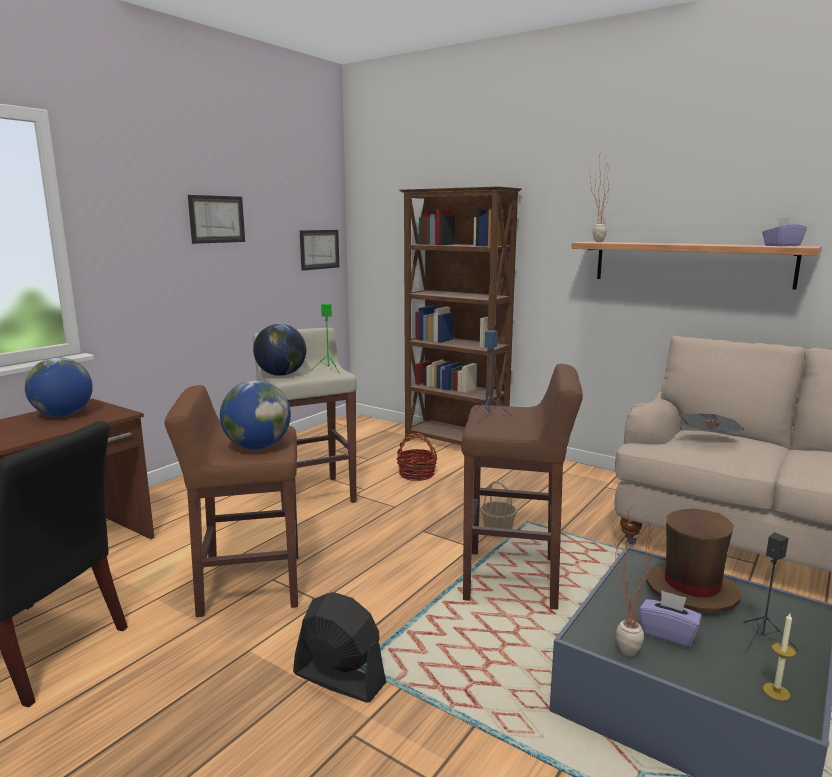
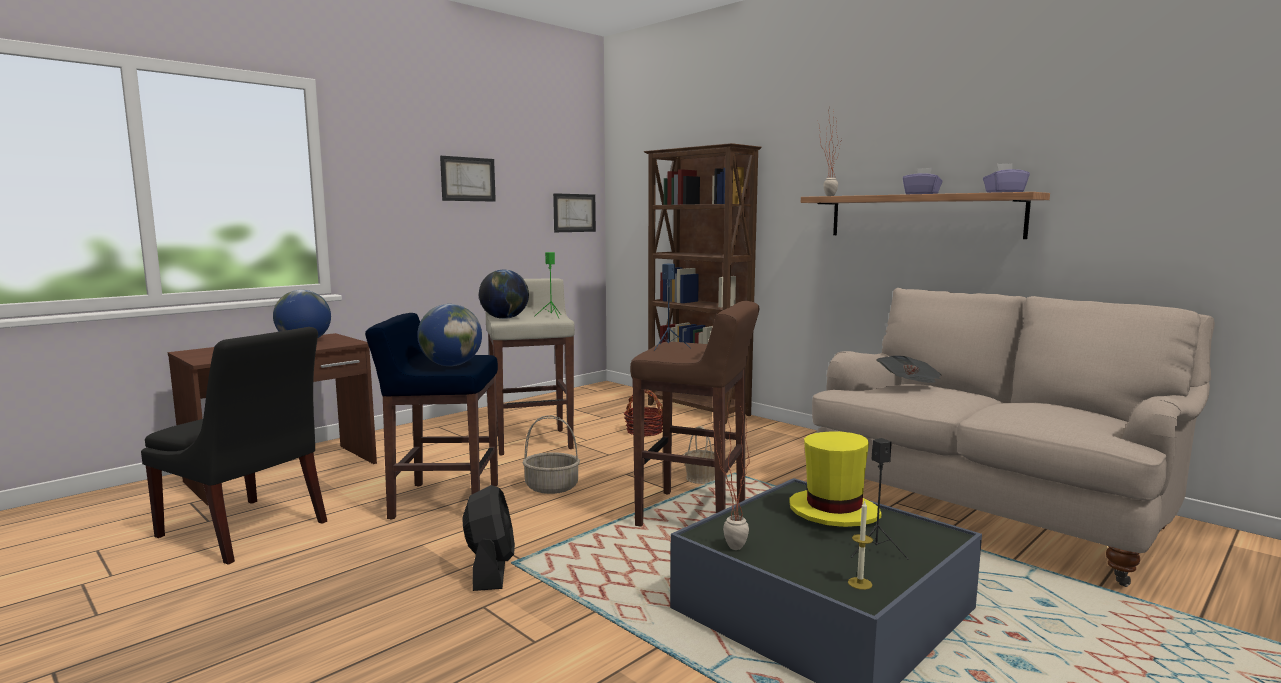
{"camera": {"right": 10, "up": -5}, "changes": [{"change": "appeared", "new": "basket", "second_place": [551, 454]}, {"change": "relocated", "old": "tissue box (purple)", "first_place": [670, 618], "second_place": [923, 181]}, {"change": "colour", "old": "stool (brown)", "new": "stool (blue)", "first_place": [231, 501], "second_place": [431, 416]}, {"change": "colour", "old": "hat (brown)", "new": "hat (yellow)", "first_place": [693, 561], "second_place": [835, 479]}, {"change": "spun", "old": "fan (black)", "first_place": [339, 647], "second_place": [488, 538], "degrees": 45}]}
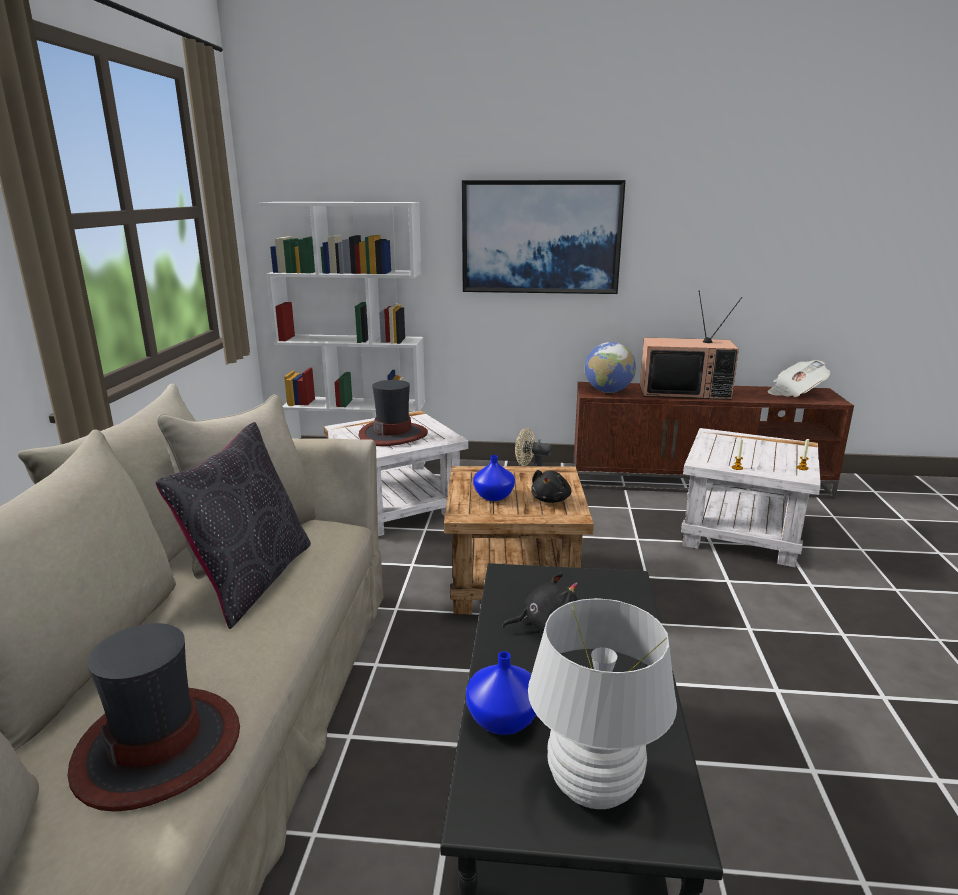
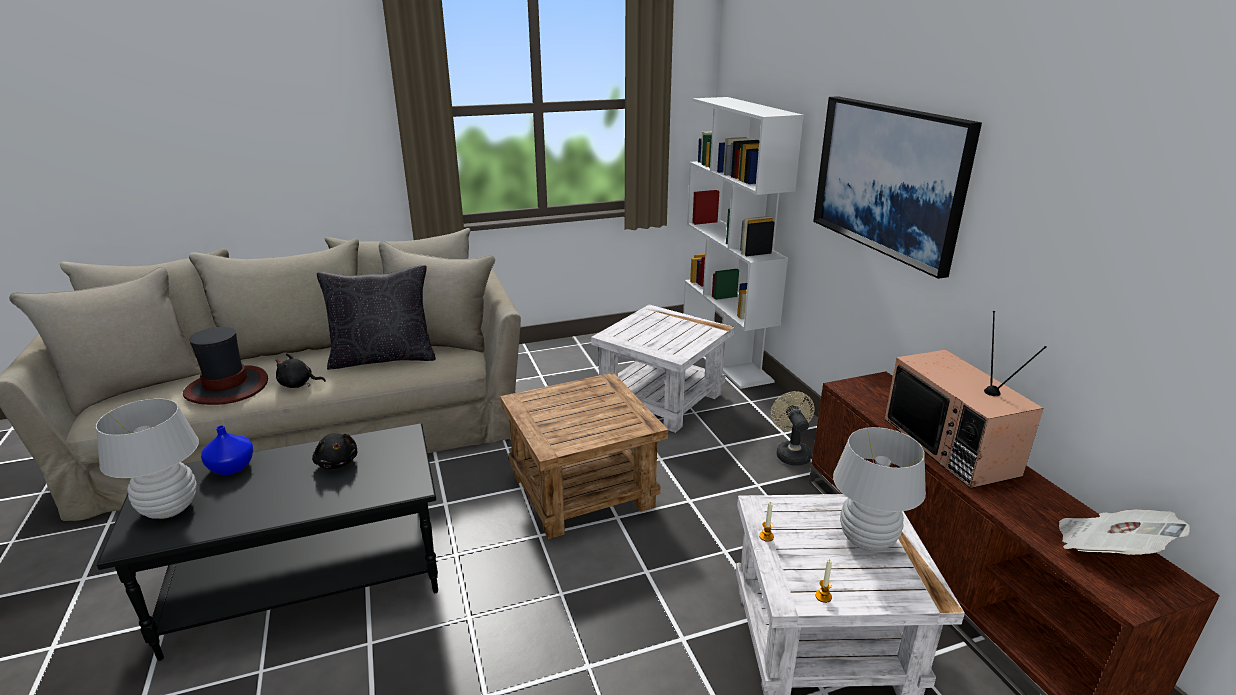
{"camera": {"right": 65, "up": 5}, "changes": [{"change": "missing", "old": "hat", "first_place": [393, 413]}, {"change": "missing", "old": "vase (blue)", "first_place": [494, 478]}, {"change": "missing", "old": "globe", "first_place": [610, 367]}, {"change": "appeared", "new": "table lamp (white)", "second_place": [879, 489]}, {"change": "relocated", "old": "plush toy (black)", "first_place": [551, 486], "second_place": [300, 370]}]}
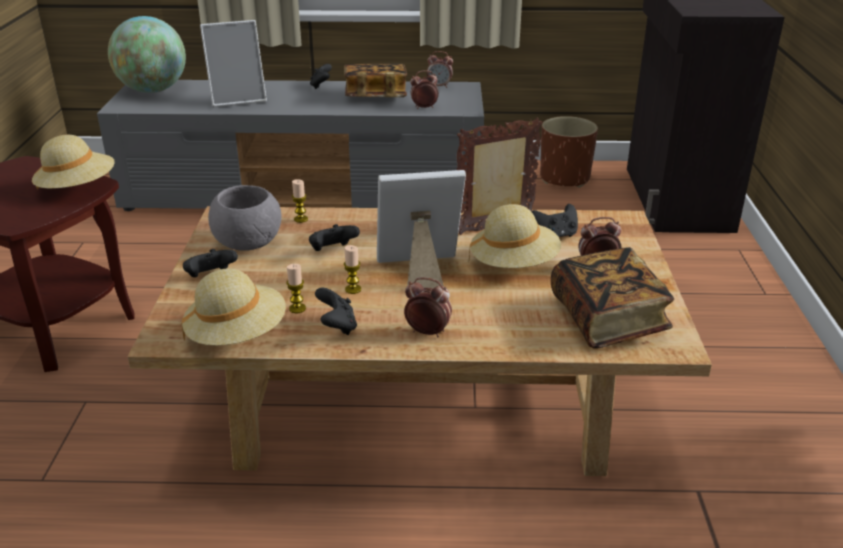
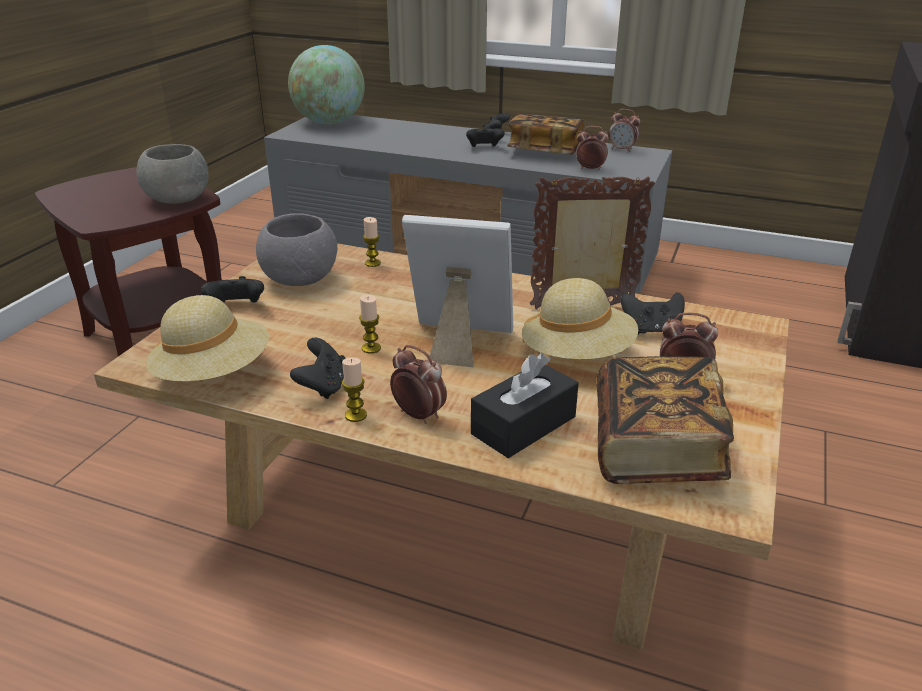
{"camera": {"right": 20, "up": 0}, "changes": [{"change": "missing", "old": "picture frame", "first_place": [233, 63]}, {"change": "missing", "old": "planter (brown)", "first_place": [569, 152]}, {"change": "appeared", "new": "tissue box (black)", "second_place": [525, 405]}, {"change": "relocated", "old": "candle", "first_place": [296, 288], "second_place": [354, 389]}, {"change": "relocated", "old": "game controller (black)", "first_place": [334, 237], "second_place": [485, 137]}, {"change": "exchanged", "old": "hat (beige)", "new": "bowl (grey)", "first_place": [73, 162], "second_place": [172, 174]}]}
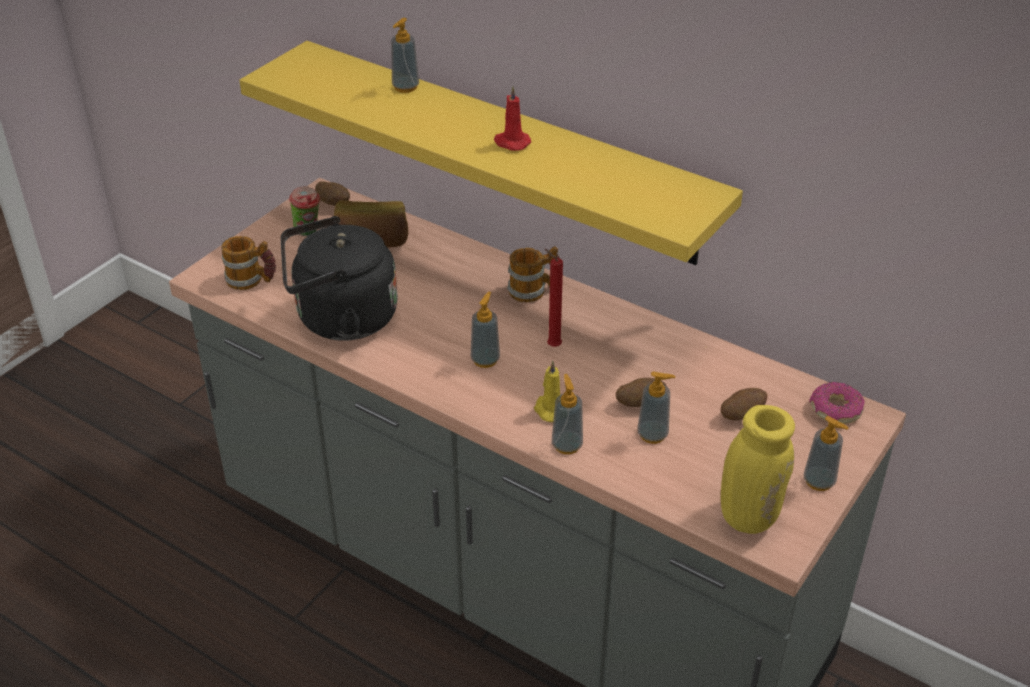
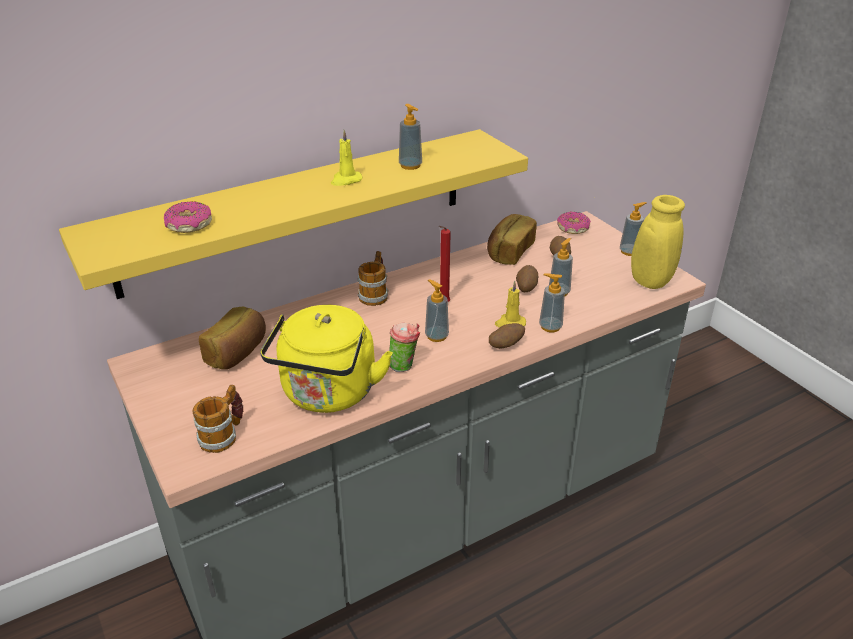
{"camera": {"right": -65, "up": -5}, "changes": [{"change": "appeared", "new": "donut", "second_place": [188, 217]}, {"change": "appeared", "new": "bread", "second_place": [512, 239]}, {"change": "relocated", "old": "cup", "first_place": [304, 211], "second_place": [404, 347]}, {"change": "relocated", "old": "potato", "first_place": [332, 193], "second_place": [507, 336]}, {"change": "relocated", "old": "soap dispenser", "first_place": [405, 55], "second_place": [410, 137]}, {"change": "colour", "old": "kettle (black)", "new": "kettle (yellow)", "first_place": [339, 278], "second_place": [326, 359]}, {"change": "colour", "old": "candle (red)", "new": "candle (yellow)", "first_place": [512, 118], "second_place": [346, 158]}]}
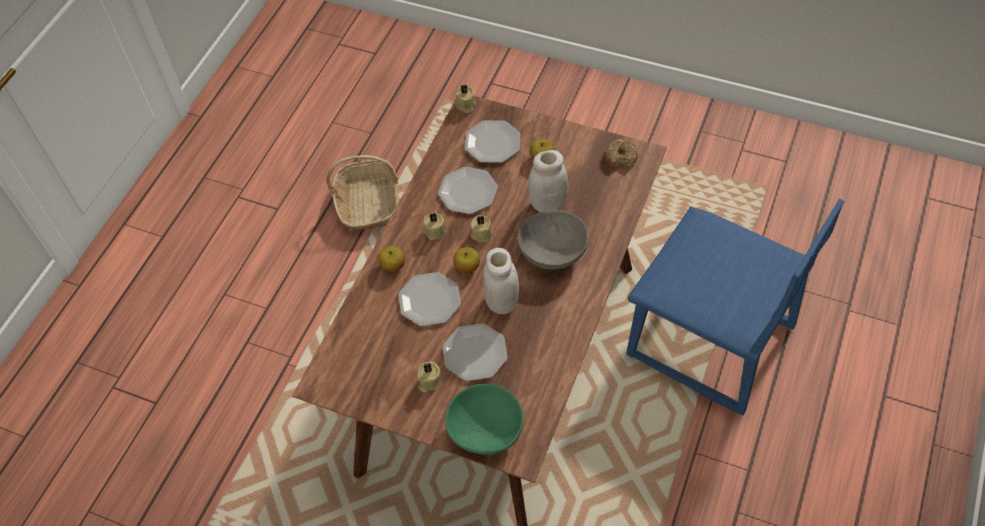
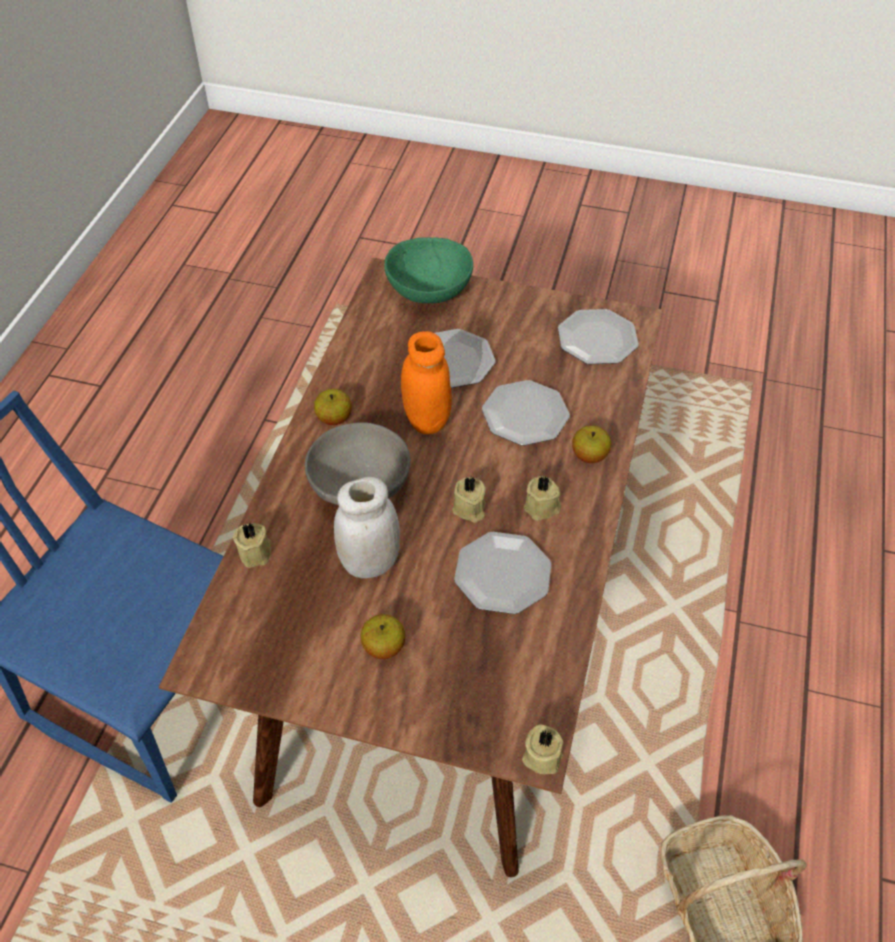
{"camera": {"right": 170, "up": -5}, "changes": [{"change": "missing", "old": "donut", "first_place": [621, 153]}, {"change": "relocated", "old": "candle (beige)", "first_place": [429, 377], "second_place": [252, 545]}, {"change": "relocated", "old": "apple", "first_place": [466, 260], "second_place": [333, 407]}, {"change": "relocated", "old": "plate", "first_place": [493, 141], "second_place": [598, 336]}, {"change": "colour", "old": "jar (white)", "new": "jar (orange)", "first_place": [501, 281], "second_place": [426, 383]}]}
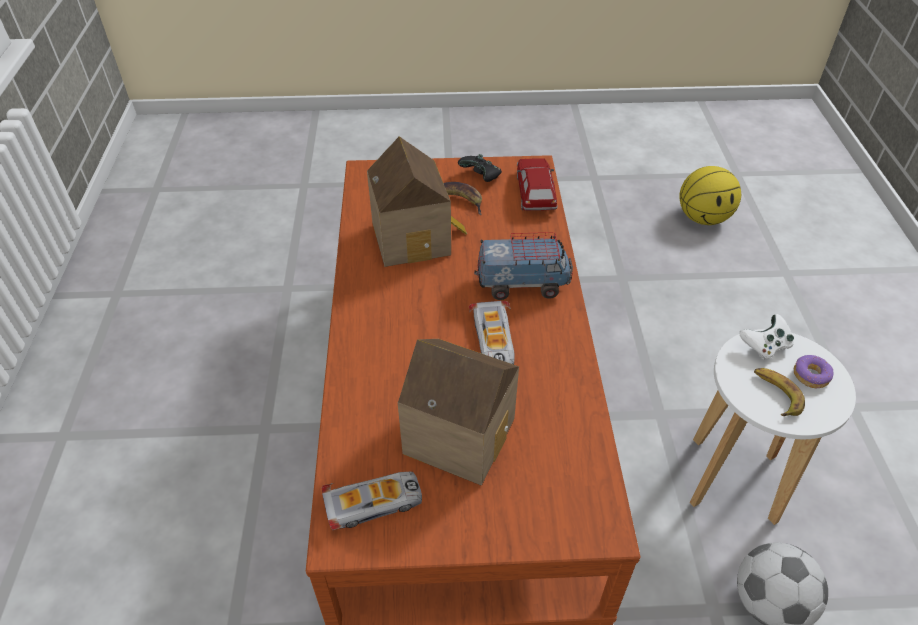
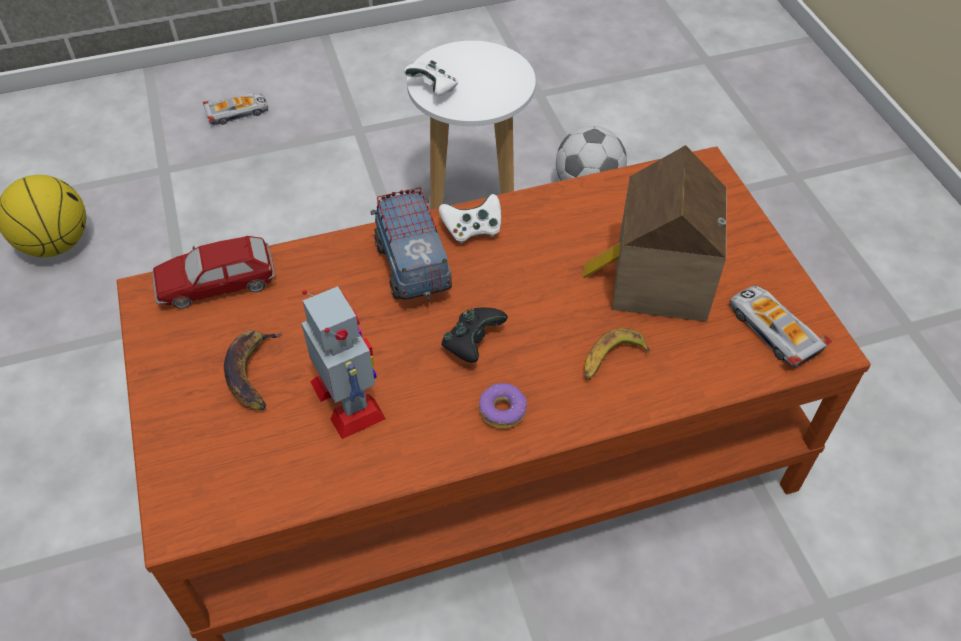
{"camera": {"right": -105, "up": 5}, "changes": [{"change": "appeared", "new": "game controller (white)", "second_place": [470, 219]}, {"change": "relocated", "old": "game controller (black)", "first_place": [480, 168], "second_place": [474, 335]}, {"change": "relocated", "old": "toy car", "first_place": [492, 333], "second_place": [235, 109]}, {"change": "relocated", "old": "banana", "first_place": [779, 392], "second_place": [617, 354]}, {"change": "relocated", "old": "donut", "first_place": [813, 372], "second_place": [503, 406]}, {"change": "exchanged", "old": "toy house", "new": "toy robot", "first_place": [417, 201], "second_place": [343, 362]}]}
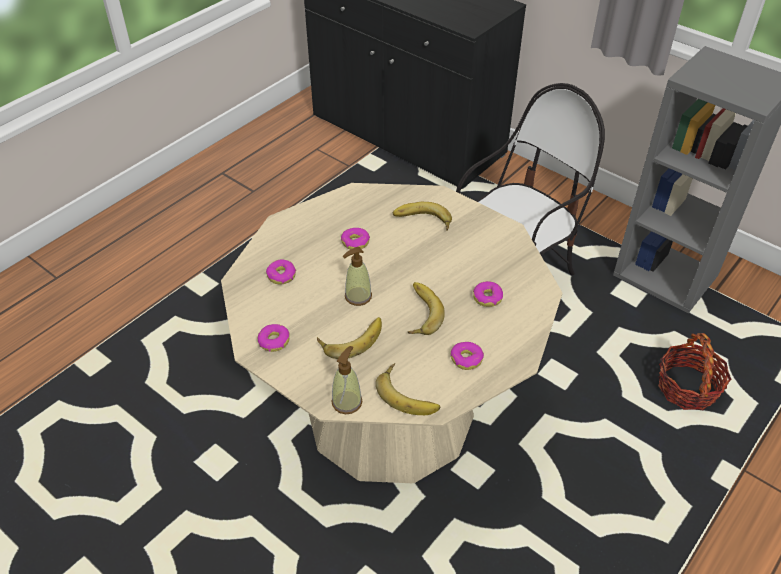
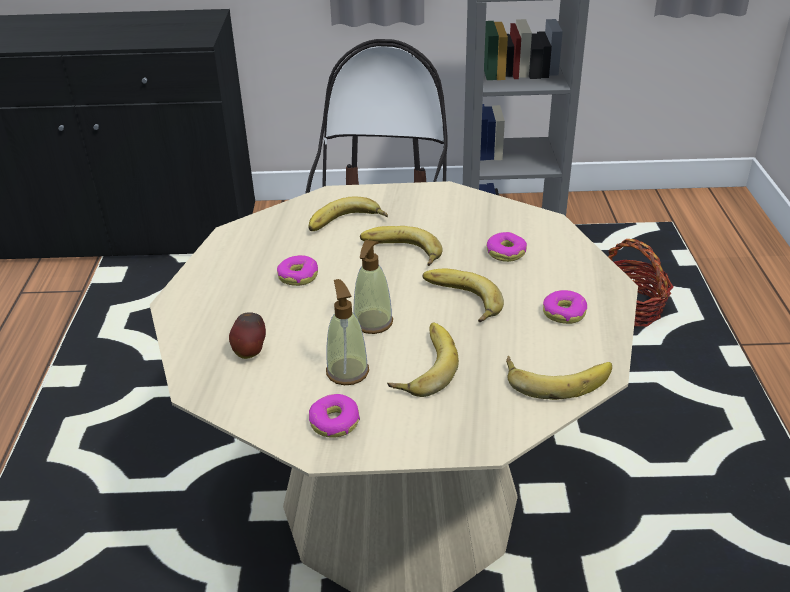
{"camera": {"right": -40, "up": -10}, "changes": [{"change": "appeared", "new": "banana", "second_place": [401, 246]}, {"change": "relocated", "old": "soap dispenser", "first_place": [347, 380], "second_place": [347, 332]}, {"change": "exchanged", "old": "donut", "new": "apple", "first_place": [281, 271], "second_place": [247, 335]}]}
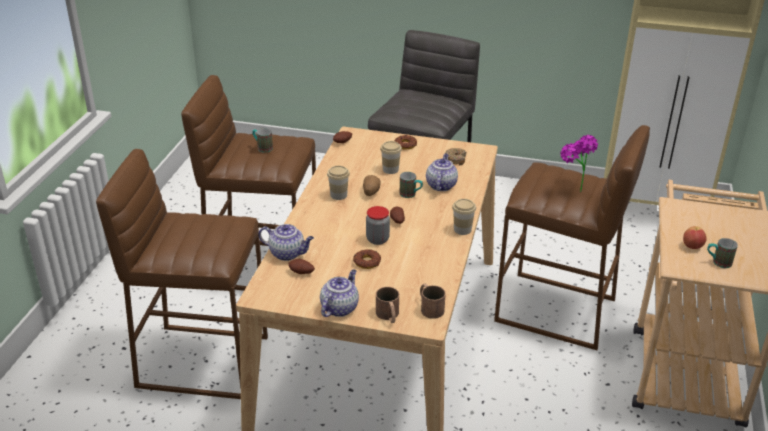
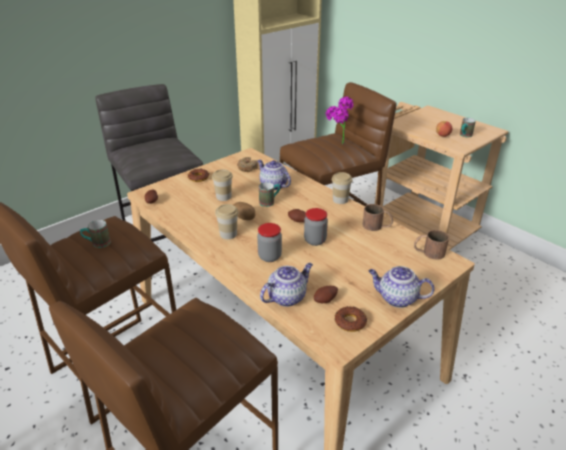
{"camera": {"right": -55, "up": 0}, "changes": [{"change": "appeared", "new": "jar", "second_place": [269, 242]}, {"change": "relocated", "old": "donut", "first_place": [367, 259], "second_place": [351, 319]}, {"change": "relocated", "old": "mug (brown)", "first_place": [387, 305], "second_place": [377, 217]}, {"change": "spun", "old": "teapot", "first_place": [339, 293], "second_place": [401, 287], "degrees": -45}]}
